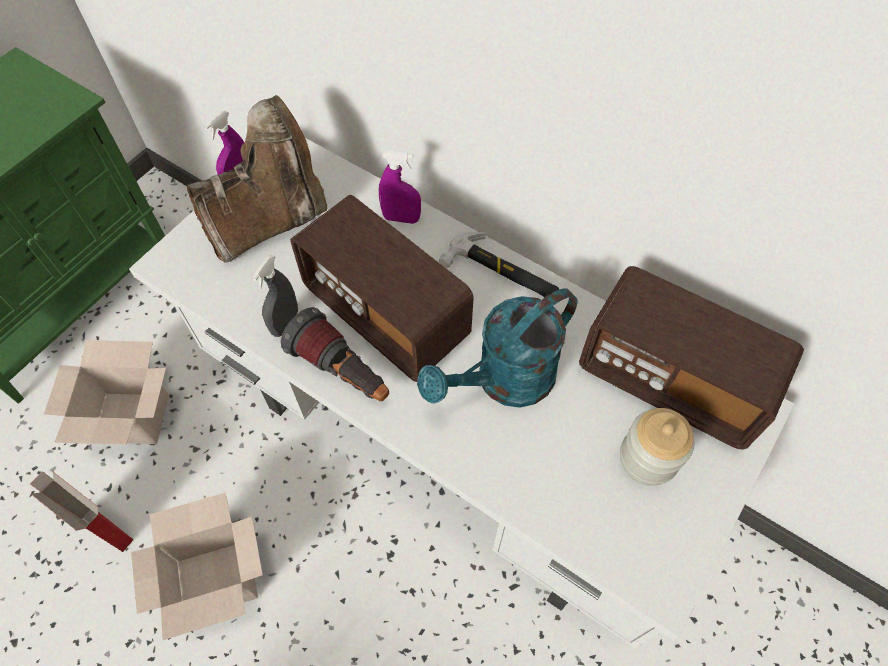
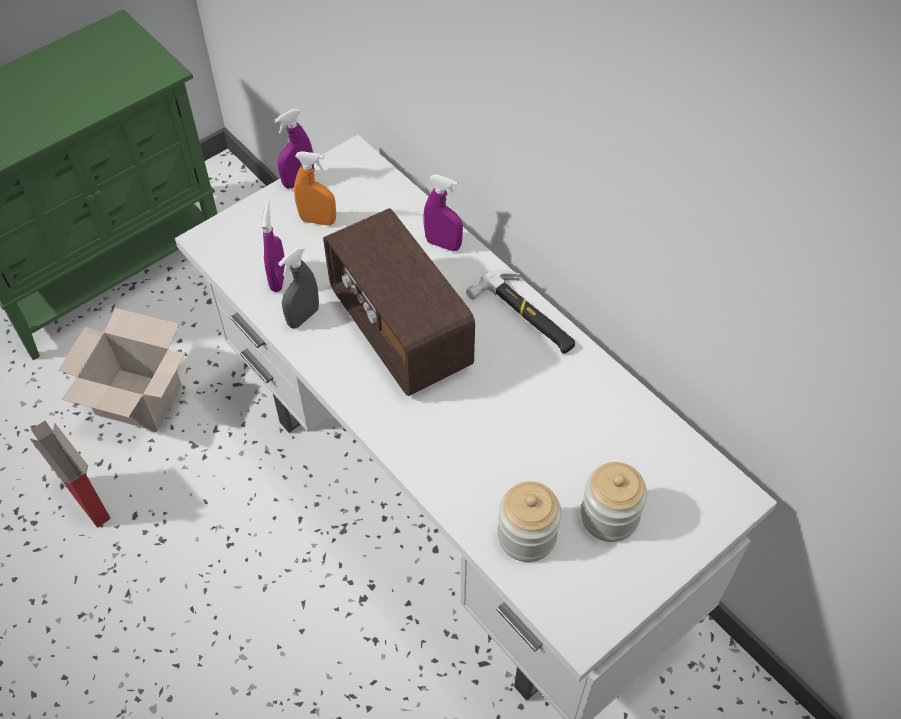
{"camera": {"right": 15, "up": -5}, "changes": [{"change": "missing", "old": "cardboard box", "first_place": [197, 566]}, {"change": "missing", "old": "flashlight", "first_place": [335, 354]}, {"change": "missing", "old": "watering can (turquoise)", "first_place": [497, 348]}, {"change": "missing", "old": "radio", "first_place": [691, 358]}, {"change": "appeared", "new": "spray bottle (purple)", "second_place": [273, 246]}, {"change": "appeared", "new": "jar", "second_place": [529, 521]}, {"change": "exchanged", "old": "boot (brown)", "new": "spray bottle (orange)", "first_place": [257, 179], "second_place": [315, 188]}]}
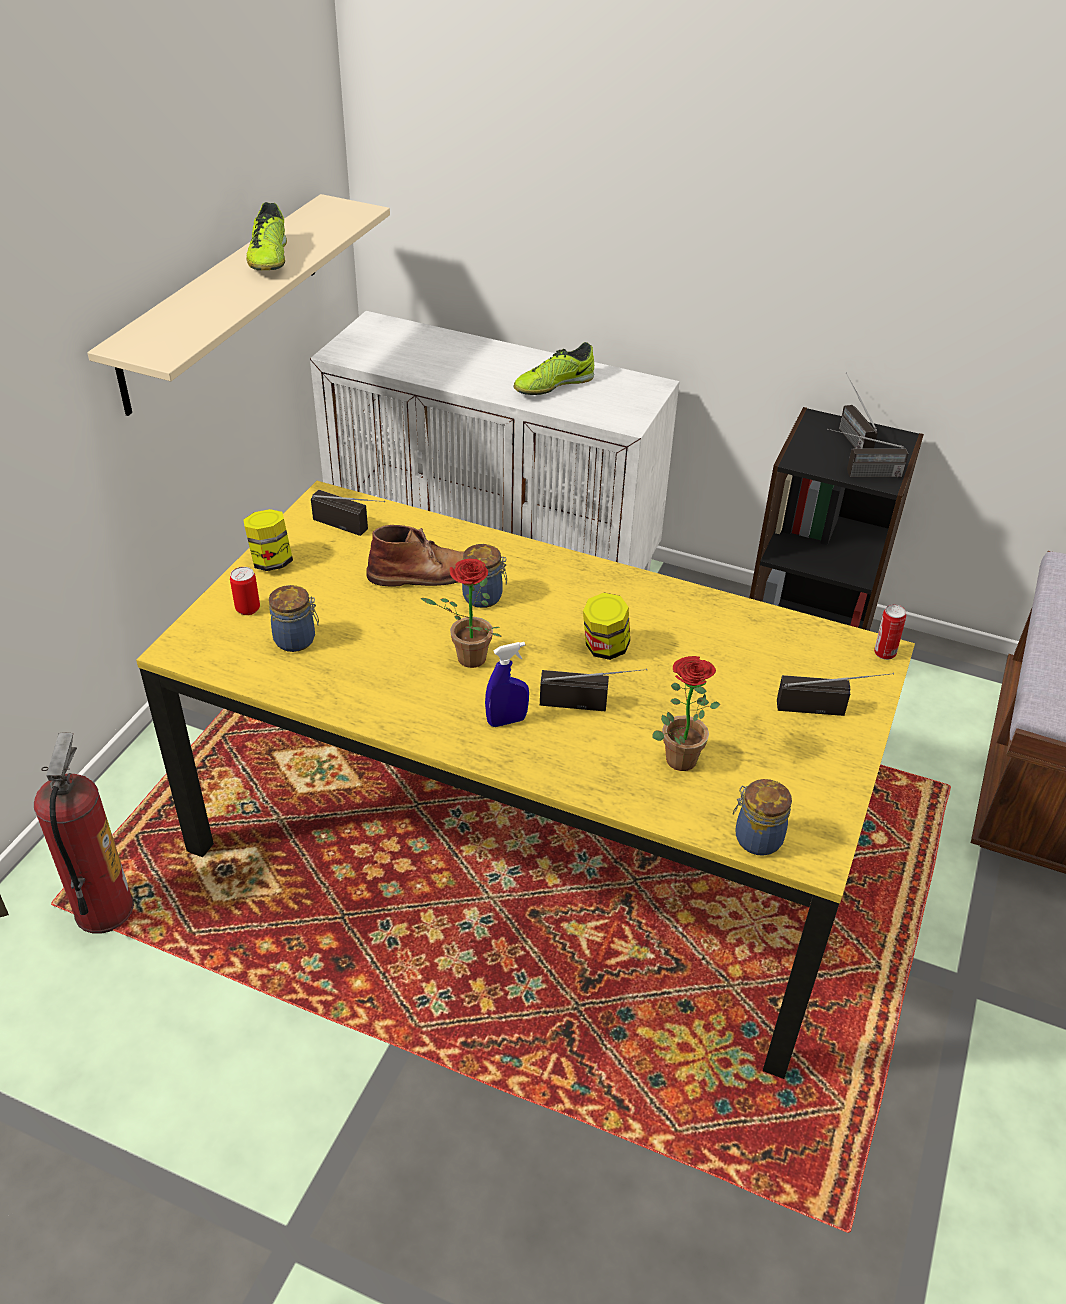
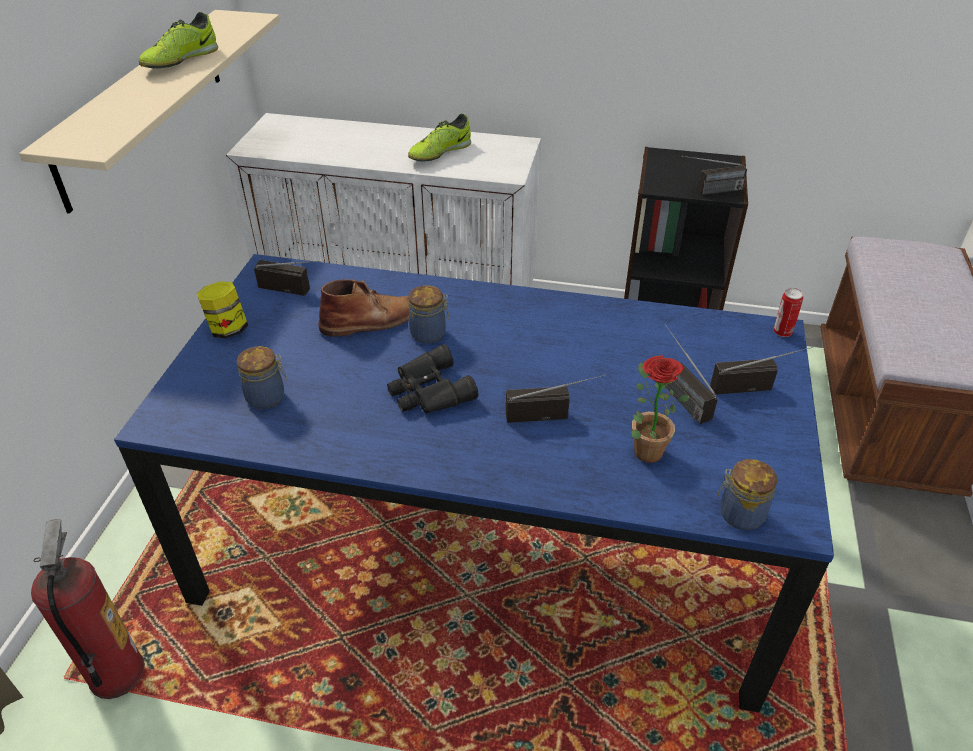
{"camera": {"right": -10, "up": 0}, "changes": [{"change": "missing", "old": "can", "first_place": [245, 591]}, {"change": "missing", "old": "spray bottle (blue)", "first_place": [507, 684]}, {"change": "missing", "old": "jar", "first_place": [606, 626]}, {"change": "relocated", "old": "radio", "first_place": [858, 410], "second_place": [691, 374]}, {"change": "exchanged", "old": "potted plant", "new": "binoculars (black)", "first_place": [461, 613], "second_place": [433, 378]}, {"change": "colour", "old": "dining table (yellow)", "new": "dining table (blue)", "first_place": [525, 780], "second_place": [474, 483]}, {"change": "spun", "old": "shoe", "first_place": [266, 236], "second_place": [178, 40], "degrees": 45}]}
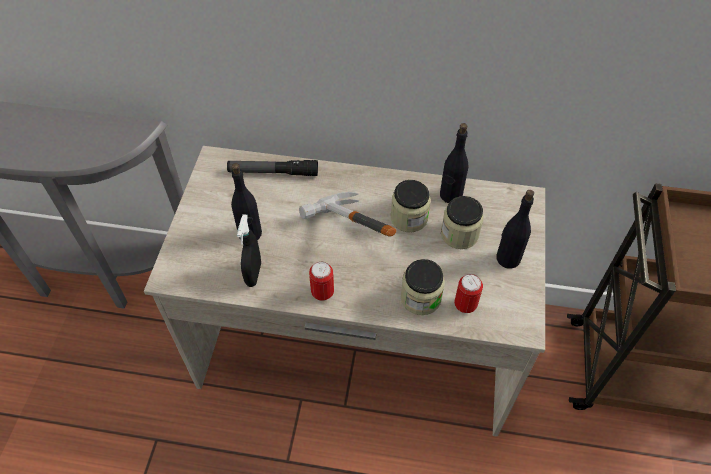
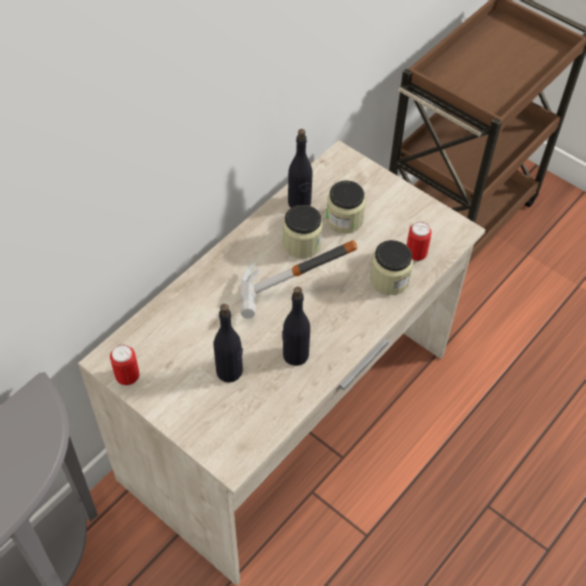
{"camera": {"right": -60, "up": 0}, "changes": [{"change": "missing", "old": "flashlight", "first_place": [272, 168]}, {"change": "missing", "old": "spray bottle (black)", "first_place": [249, 250]}, {"change": "relocated", "old": "can", "first_place": [321, 281], "second_place": [124, 365]}, {"change": "relocated", "old": "bottle (black)", "first_place": [515, 229], "second_place": [296, 326]}]}
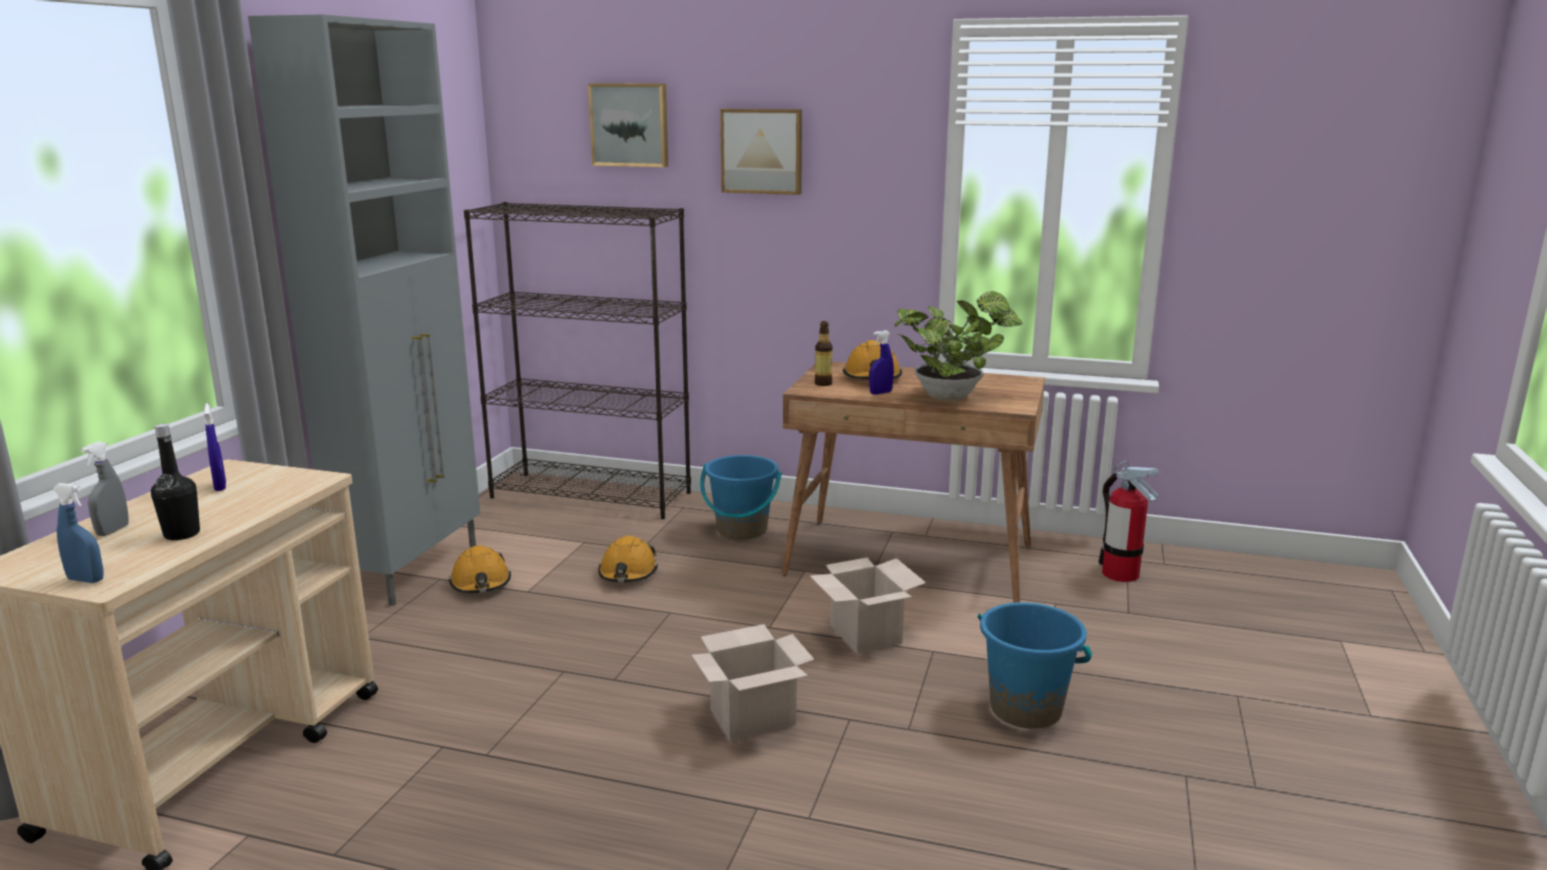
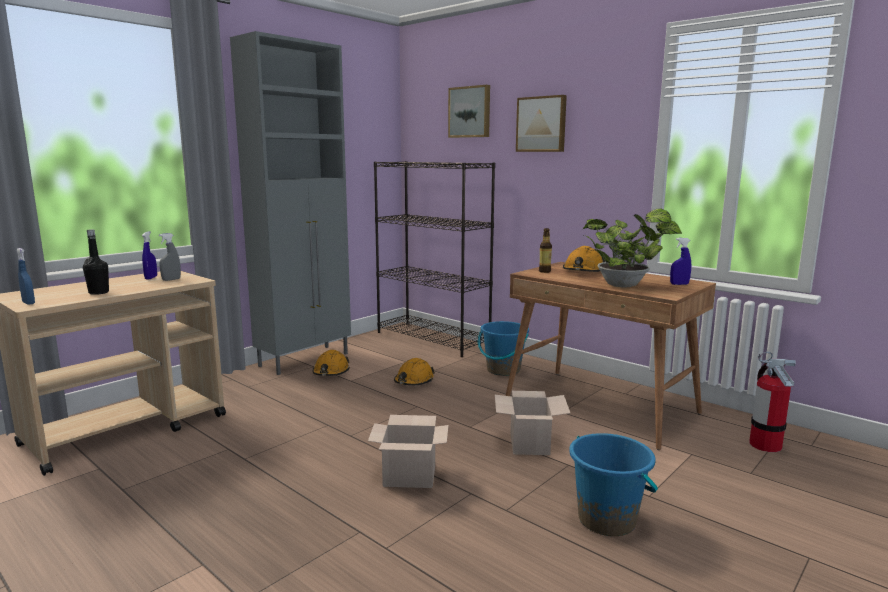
{"camera": {"right": 25, "up": -5}, "changes": [{"change": "relocated", "old": "spray bottle (grey)", "first_place": [105, 488], "second_place": [170, 257]}, {"change": "relocated", "old": "spray bottle (blue)", "first_place": [881, 362], "second_place": [680, 261]}]}
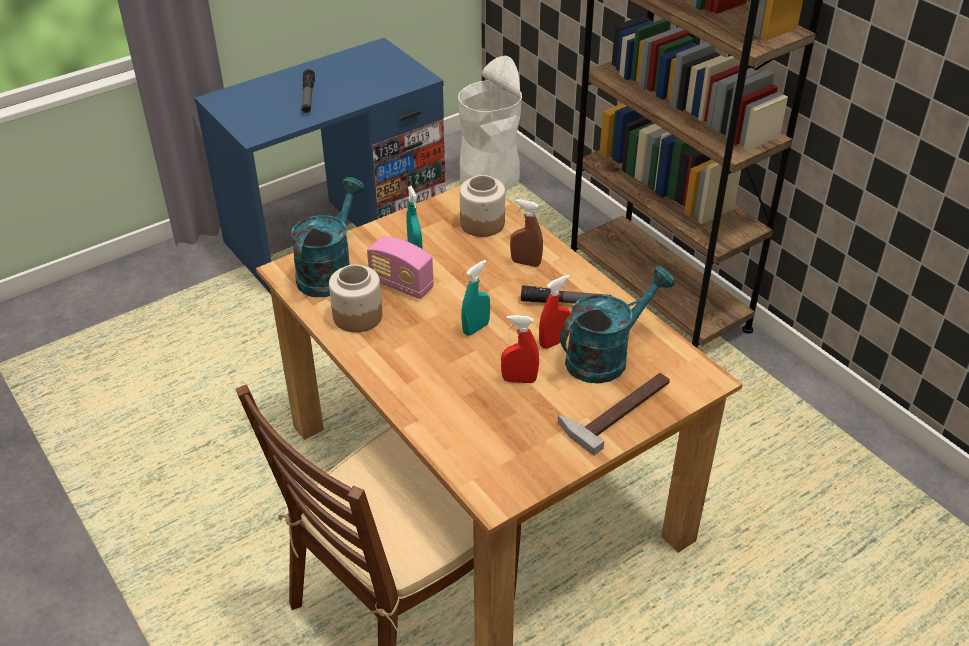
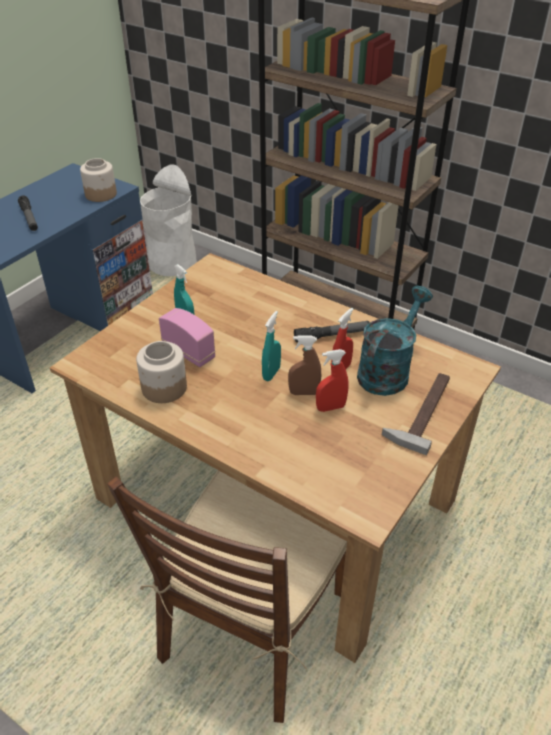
{"camera": {"right": -20, "up": 0}, "changes": [{"change": "missing", "old": "watering can (turquoise)", "first_place": [328, 237]}, {"change": "relocated", "old": "jar", "first_place": [482, 206], "second_place": [98, 180]}, {"change": "relocated", "old": "spray bottle (brown)", "first_place": [526, 233], "second_place": [304, 365]}, {"change": "spun", "old": "radio", "first_place": [400, 268], "second_place": [187, 337], "degrees": -150}]}
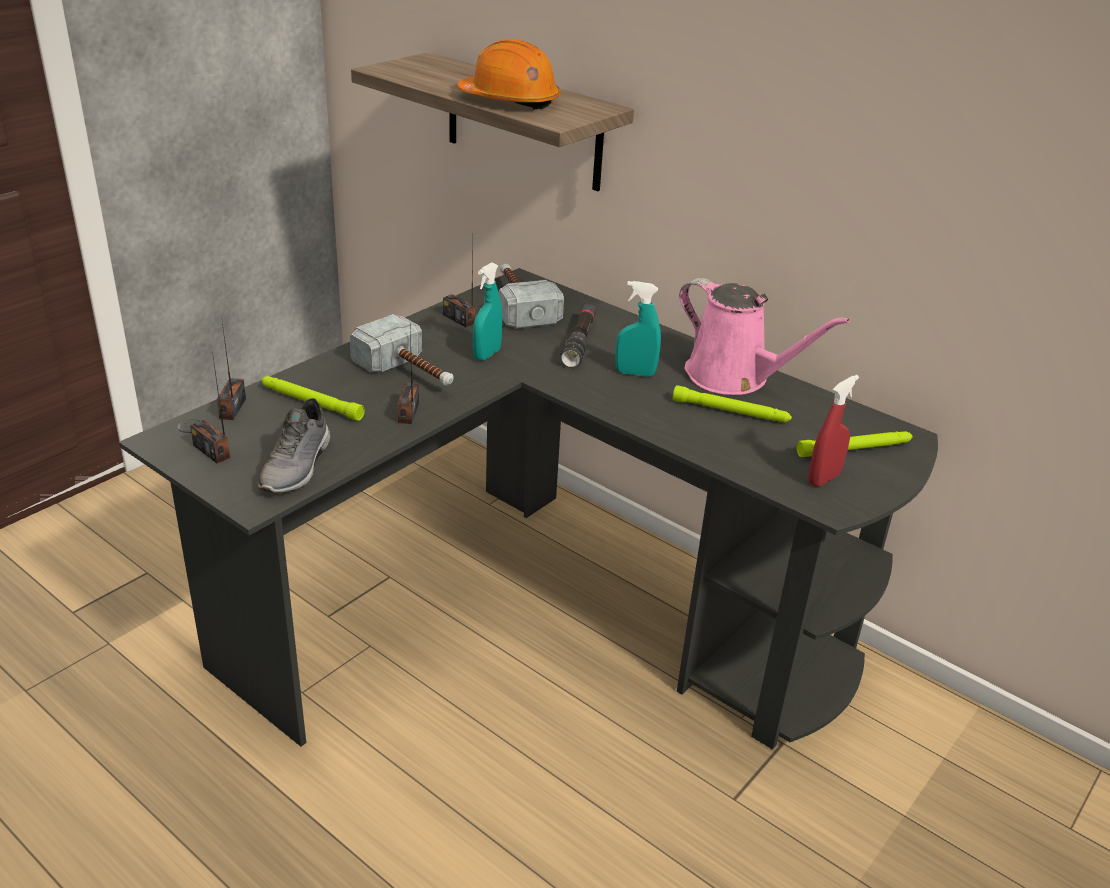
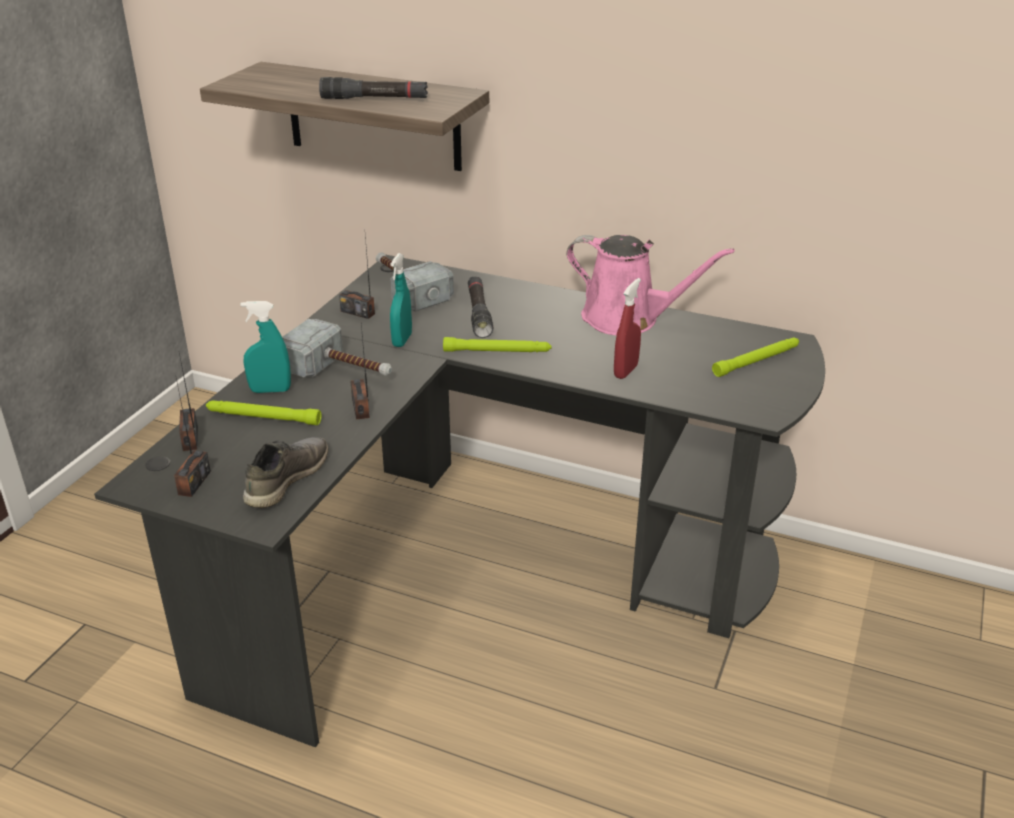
{"camera": {"right": -15, "up": 0}, "changes": [{"change": "relocated", "old": "spray bottle (turquoise)", "first_place": [638, 329], "second_place": [266, 347]}, {"change": "relocated", "old": "flashlight (green)", "first_place": [732, 403], "second_place": [497, 344]}, {"change": "relocated", "old": "spray bottle (red)", "first_place": [833, 431], "second_place": [627, 328]}, {"change": "exchanged", "old": "hard hat (orange)", "new": "flashlight (black)", "first_place": [508, 74], "second_place": [373, 88]}, {"change": "spun", "old": "radio", "first_place": [210, 407], "second_place": [192, 437], "degrees": -105}, {"change": "spun", "old": "shoe (grey)", "first_place": [294, 445], "second_place": [285, 472], "degrees": -150}]}
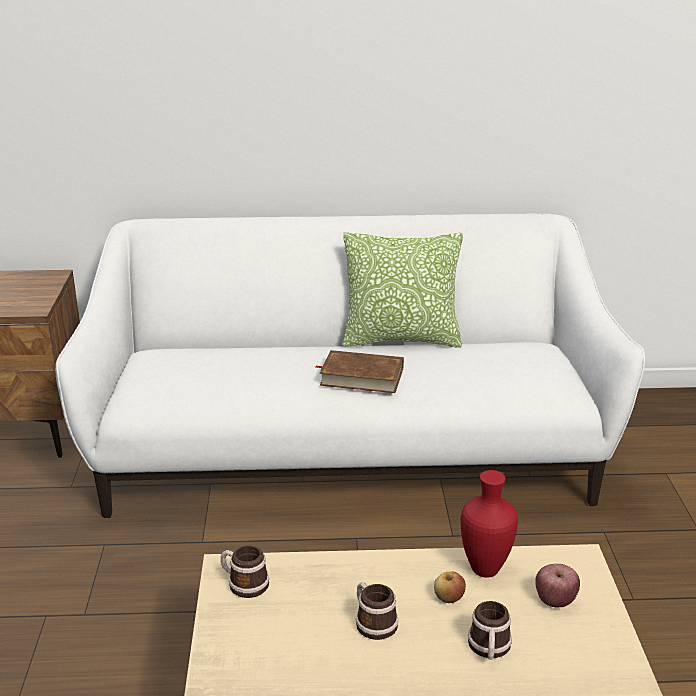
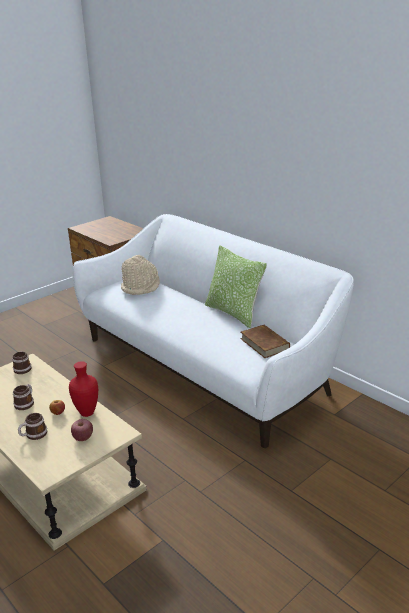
{"camera": {"right": 50, "up": 0}, "changes": [{"change": "appeared", "new": "hat (beige)", "second_place": [140, 275]}, {"change": "relocated", "old": "book (brown)", "first_place": [360, 371], "second_place": [265, 341]}]}
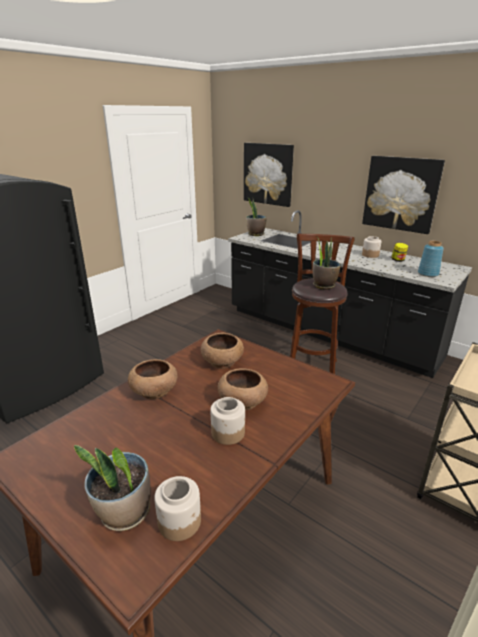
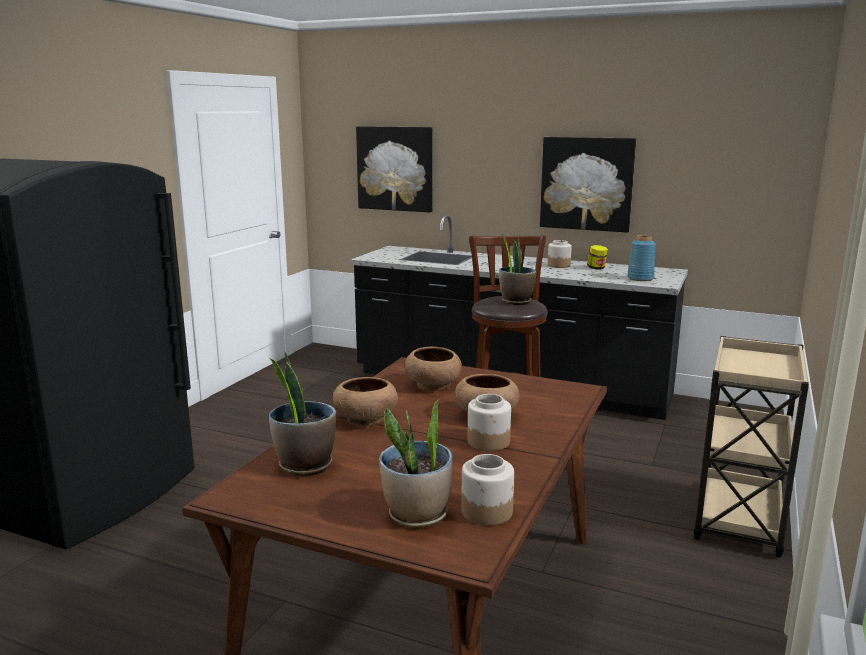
{"camera": {"right": -15, "up": -10}, "changes": [{"change": "relocated", "old": "potted plant", "first_place": [256, 216], "second_place": [302, 414]}]}
